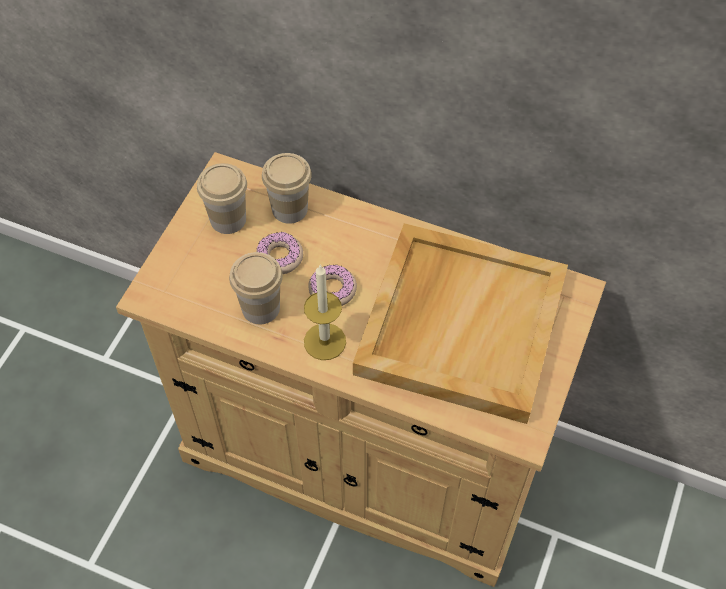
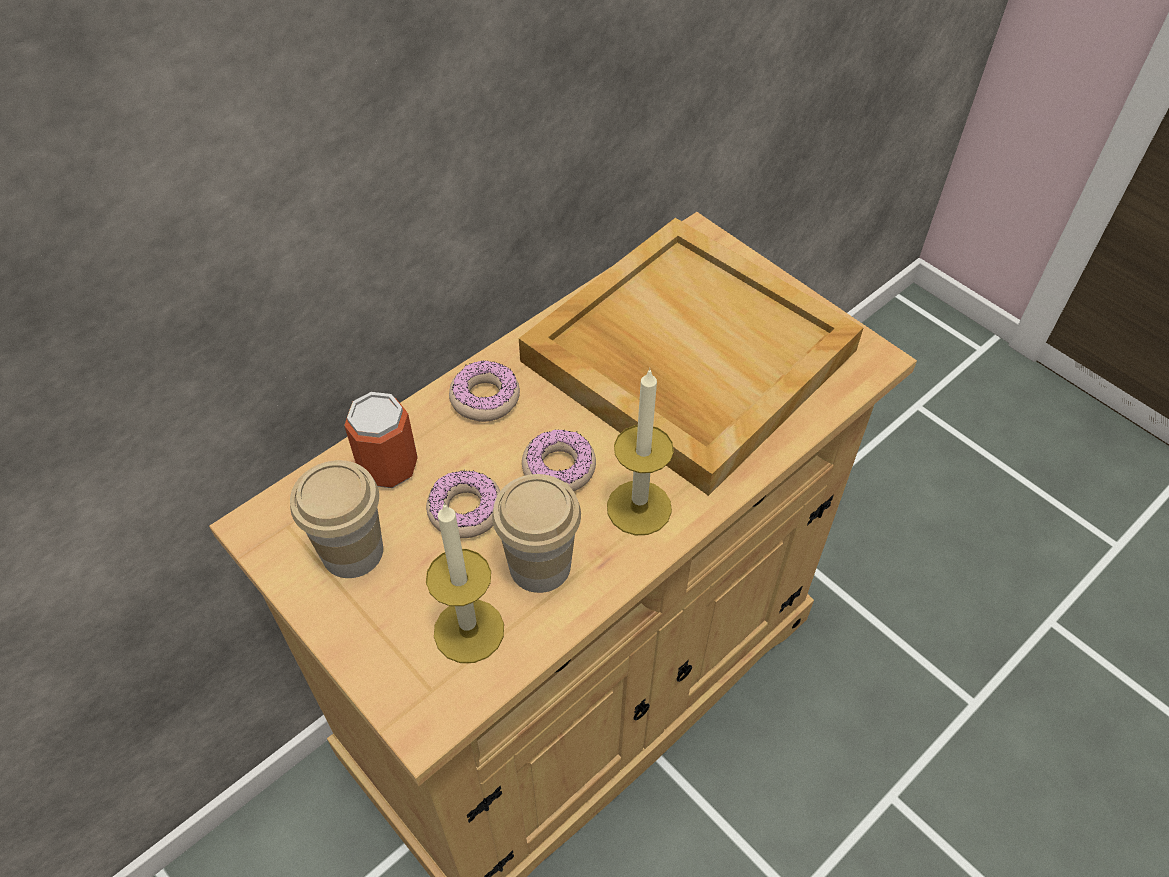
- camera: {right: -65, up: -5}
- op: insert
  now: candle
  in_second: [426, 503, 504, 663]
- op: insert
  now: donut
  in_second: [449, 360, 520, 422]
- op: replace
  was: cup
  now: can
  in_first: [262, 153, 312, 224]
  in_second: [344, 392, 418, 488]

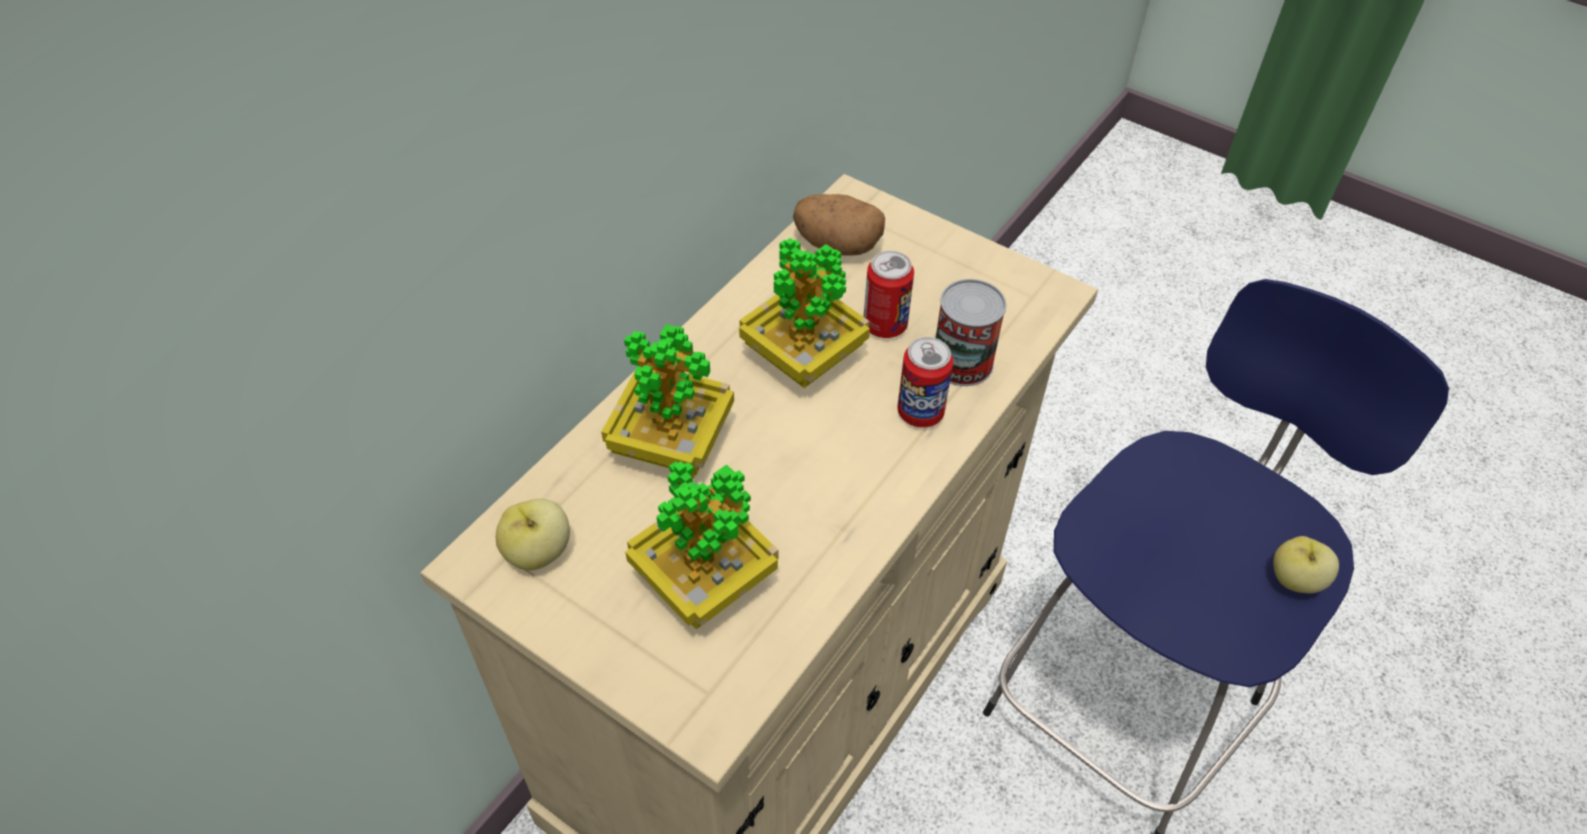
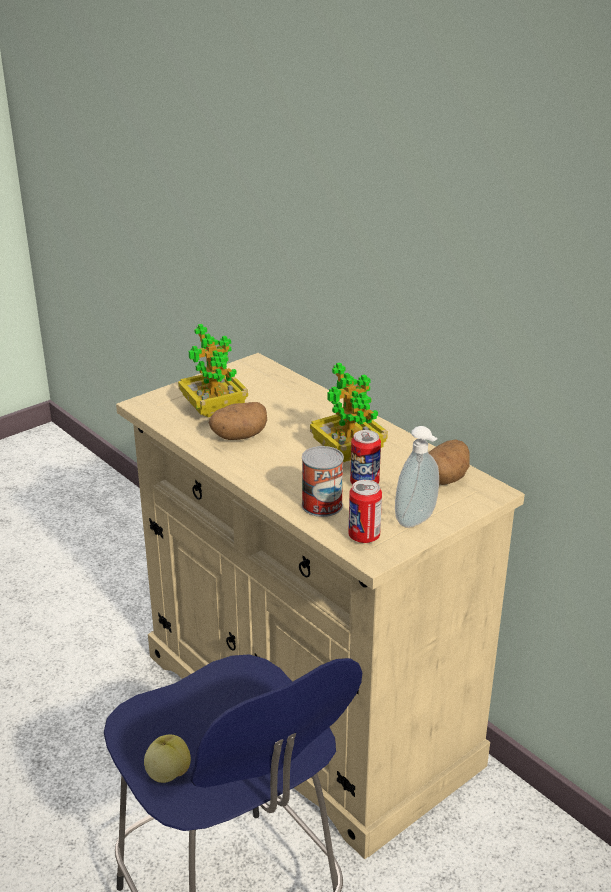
- camera: {right: 105, up: -20}
- op: delete
  was: apple
  in_first: [496, 499, 570, 570]
- op: delete
  was: potted plant
  in_first: [601, 324, 734, 475]
- op: insert
  now: potato
  in_second: [209, 402, 267, 440]
- op: insert
  now: soap dispenser
  in_second: [395, 426, 439, 528]
- op: move
  was: can
  in_first: [897, 337, 953, 428]
  in_second: [348, 480, 382, 543]

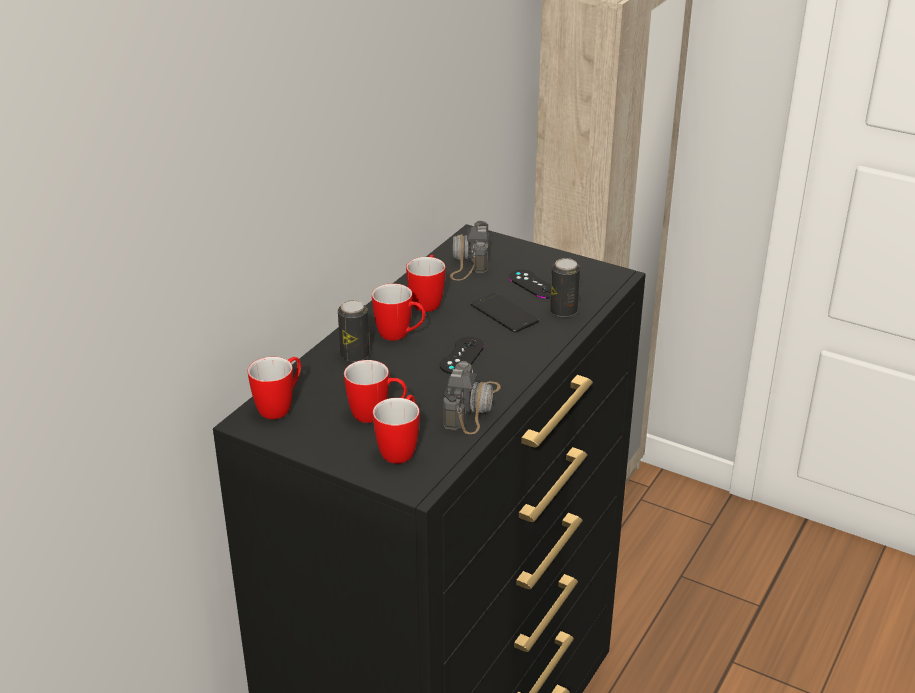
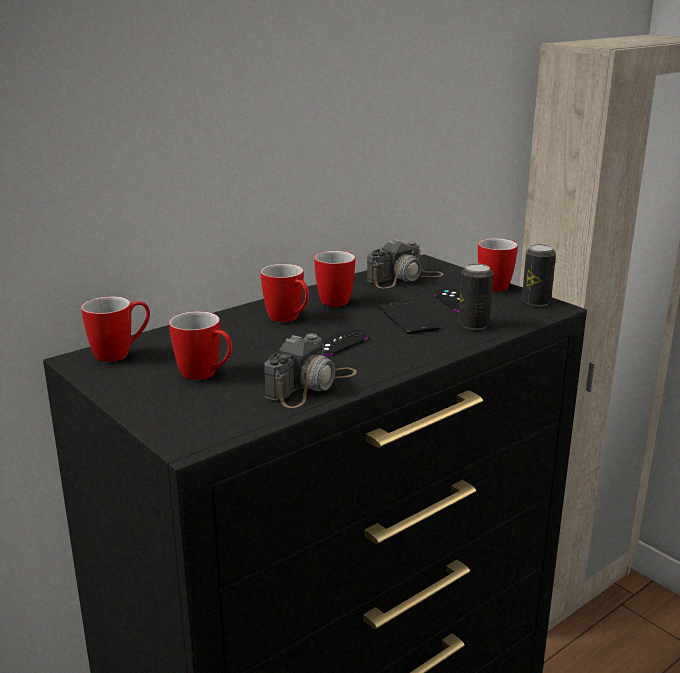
- camera: {right: 20, up: -10}
- op: move
  was: can
  in_first: [338, 300, 370, 362]
  in_second: [522, 244, 556, 306]
- op: move
  was: mug
  in_first: [373, 395, 420, 464]
  in_second: [478, 238, 518, 292]
- op: rotate
  was: photo camera
  in_first: [450, 221, 489, 281]
  in_second: [366, 239, 444, 288]
  clockwise: -150

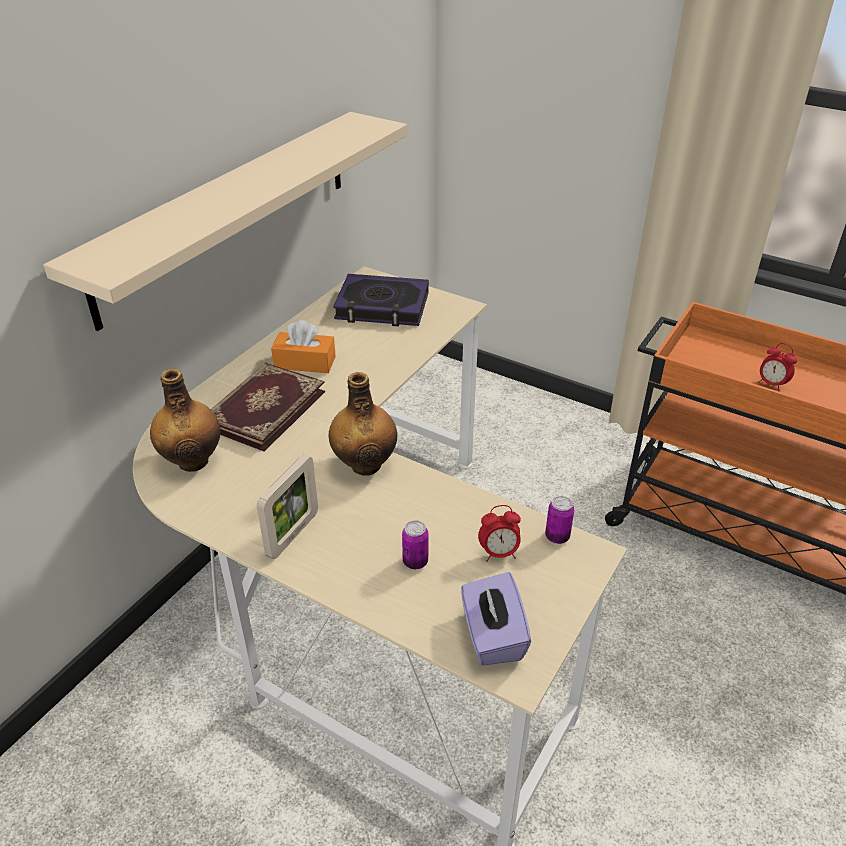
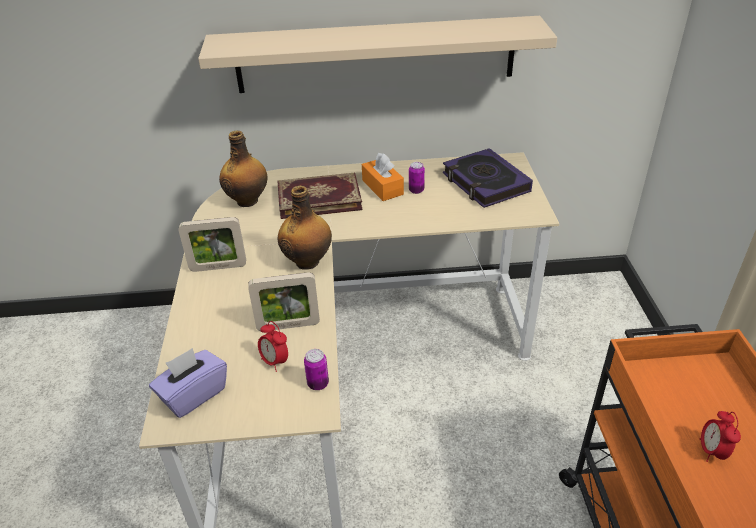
- camera: {right: 55, up: 0}
- op: insert
  now: picture frame
  in_second: [248, 273, 320, 331]
- op: move
  was: can
  in_first: [402, 520, 429, 569]
  in_second: [409, 162, 425, 194]

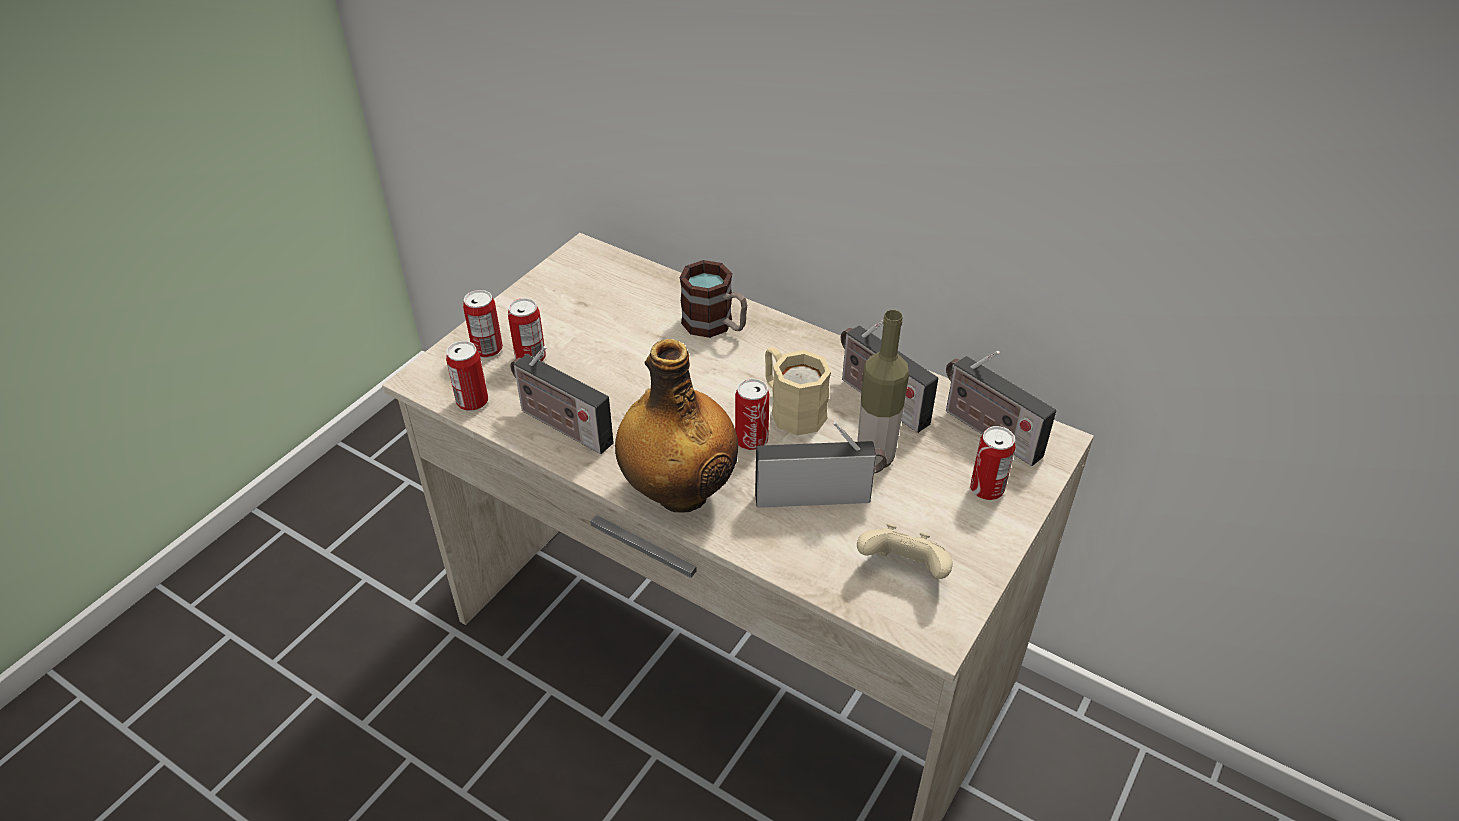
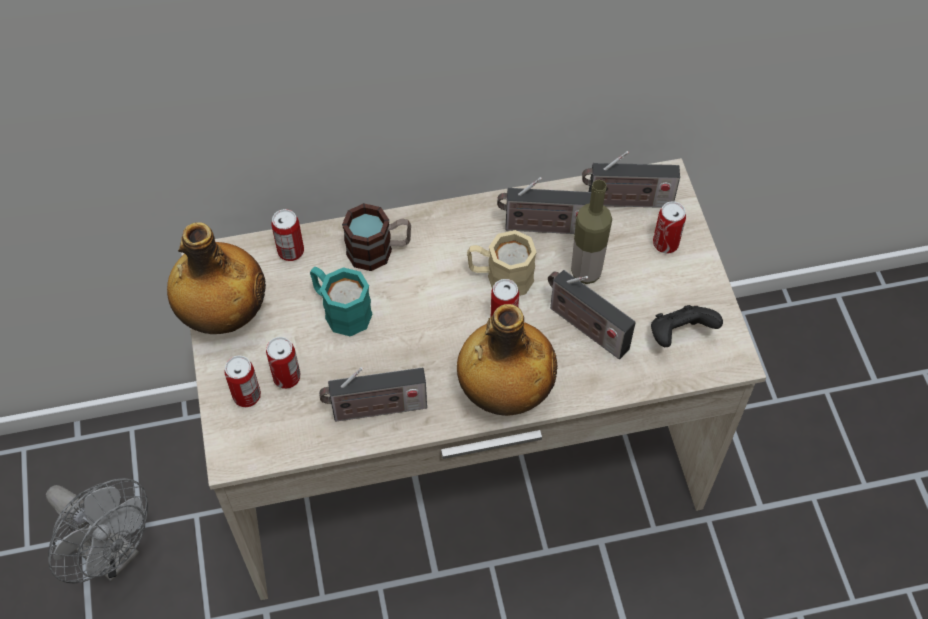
- camera: {right: -45, up: 15}
- op: insert
  now: grey fan
  in_second: [46, 478, 148, 583]
- op: insert
  now: bottle
  in_second: [167, 222, 266, 334]
- op: insert
  now: turquoise mug
  in_second: [310, 267, 372, 336]
- op: move
  was: can
  in_first: [446, 341, 488, 411]
  in_second: [272, 209, 304, 261]
- op: recolor
  was: beige game controller
  now: black game controller
  in_first: [857, 524, 953, 579]
  in_second: [651, 305, 723, 347]
- op: rotate
  was: radio
  in_first: [755, 421, 887, 508]
  in_second: [548, 270, 636, 359]
  clockwise: -90

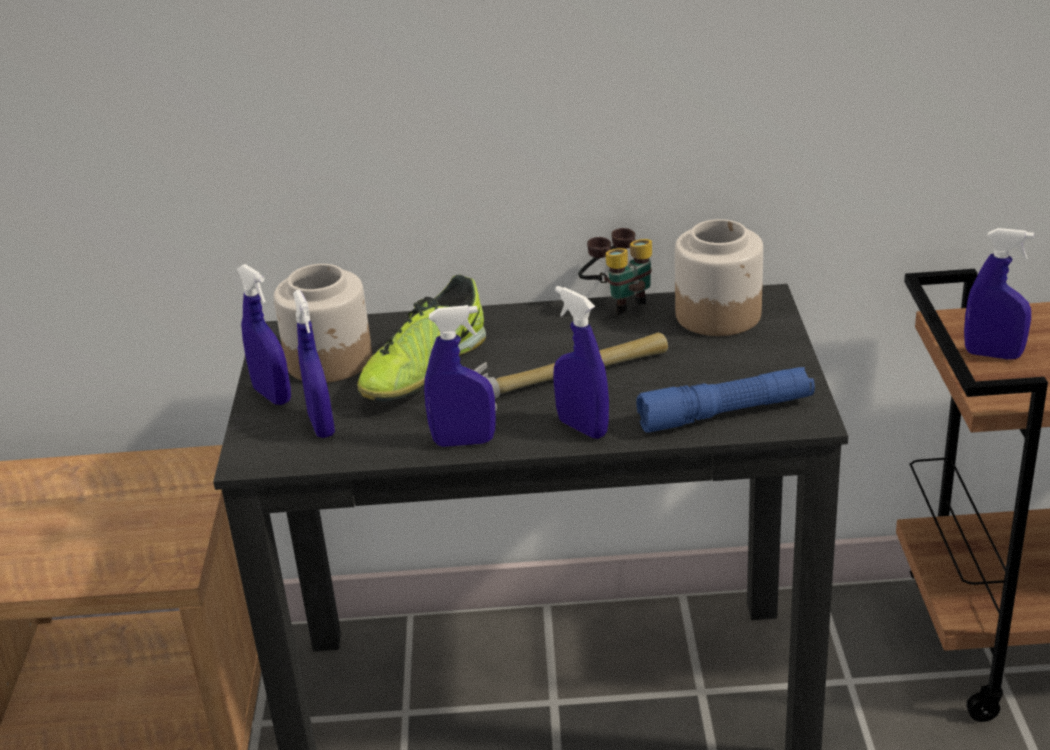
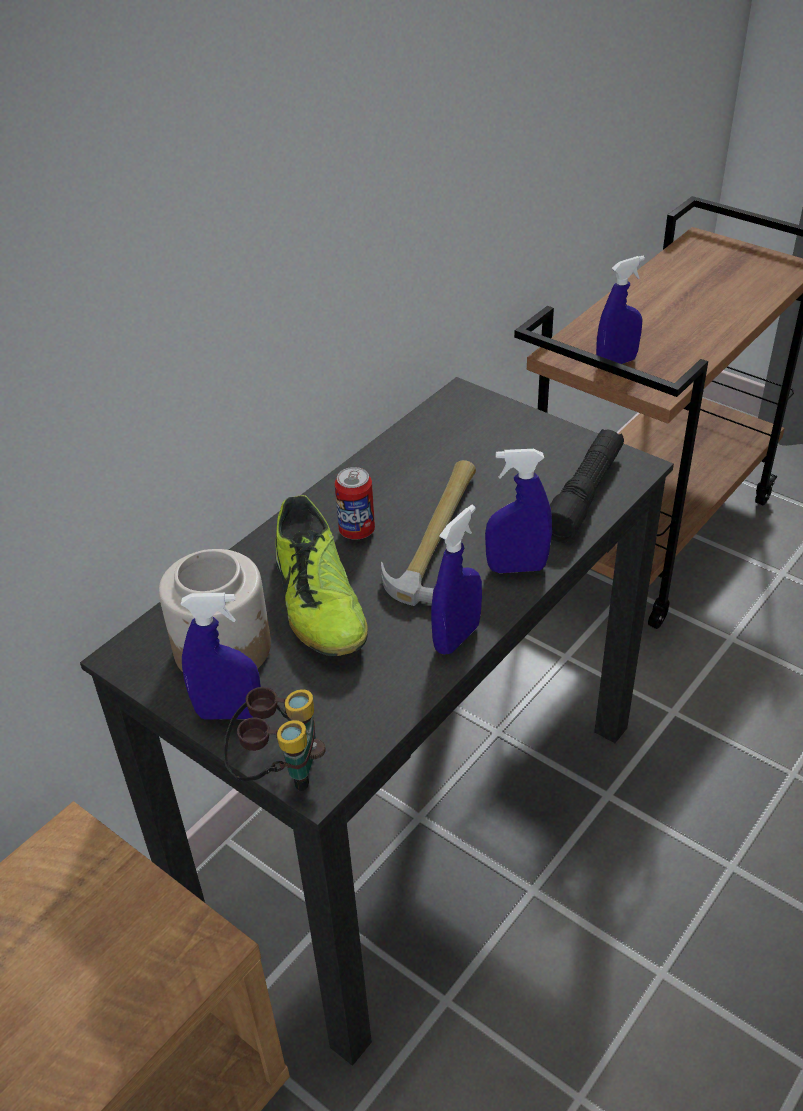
- camera: {right: -50, up: 10}
- op: delete
  was: blue spray bottle
  in_first: [293, 290, 335, 438]
- op: delete
  was: jar
  in_first: [675, 219, 763, 336]
- op: insert
  now: can
  in_second: [335, 467, 375, 540]
- op: move
  was: binoculars
  in_first: [578, 228, 652, 314]
  in_second: [223, 687, 326, 791]
- op: recolor
  was: blue flashlight
  now: black flashlight
  in_first: [637, 367, 815, 433]
  in_second: [550, 429, 624, 542]

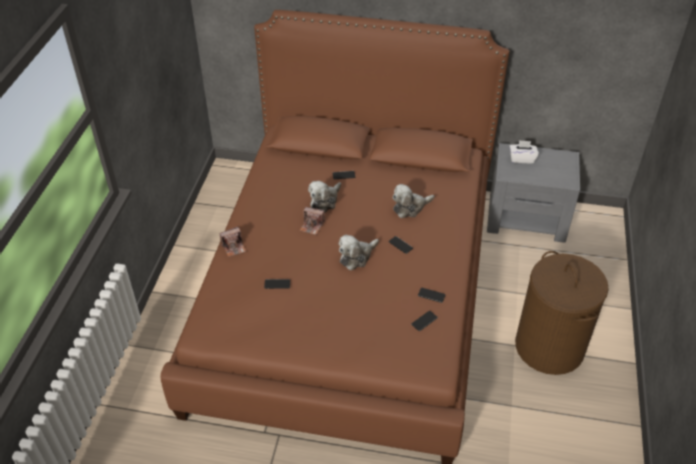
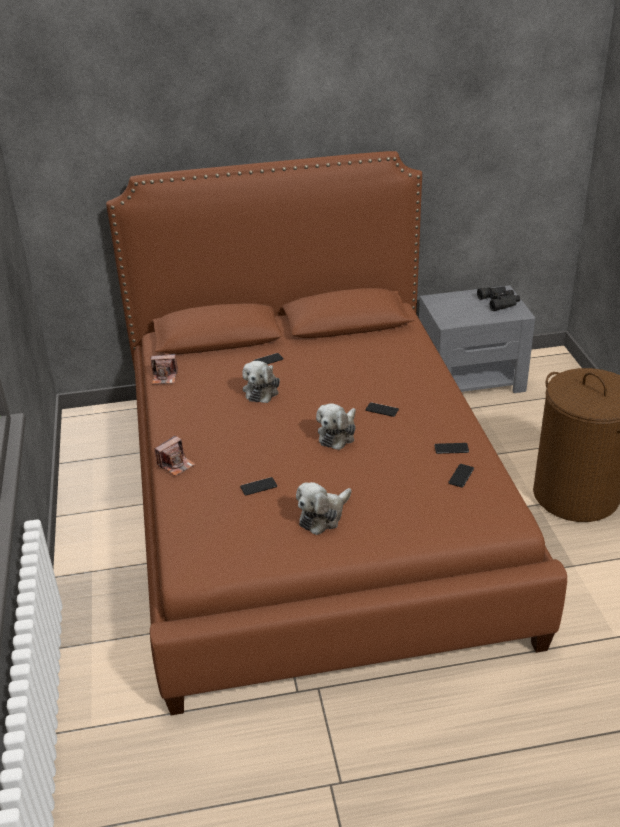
- camera: {right: -20, up: -10}
- op: delete
  was: white tissue box
  in_first: [510, 140, 539, 164]
- op: insert
  now: black binoculars
  in_second: [477, 286, 520, 311]
- op: move
  was: photo camera
  in_first: [300, 207, 325, 235]
  in_second: [150, 354, 178, 384]
- op: move
  was: plush toy
  in_first: [393, 184, 434, 218]
  in_second: [296, 482, 352, 535]

